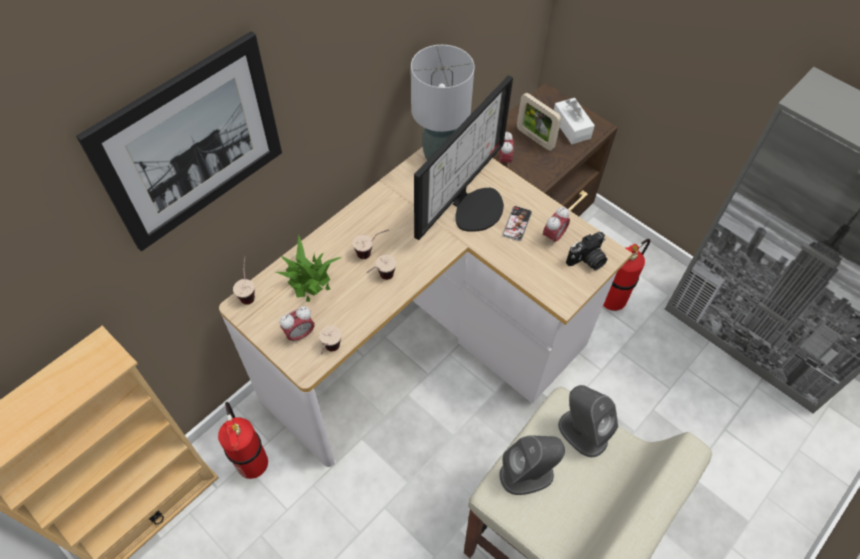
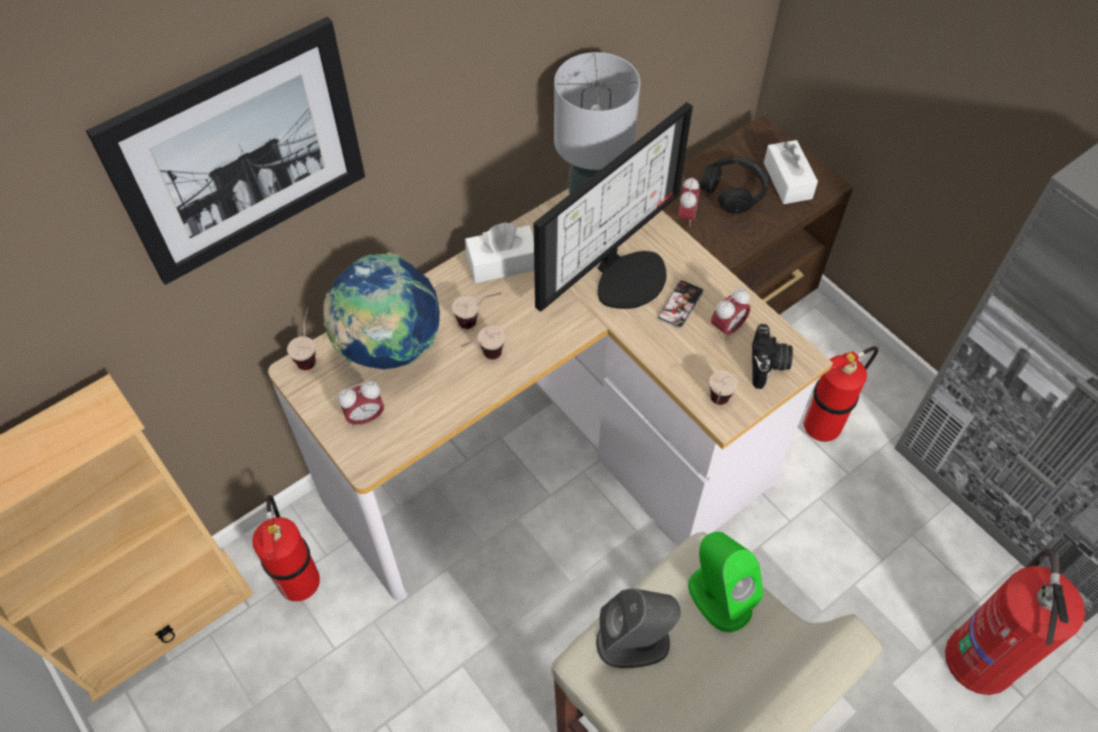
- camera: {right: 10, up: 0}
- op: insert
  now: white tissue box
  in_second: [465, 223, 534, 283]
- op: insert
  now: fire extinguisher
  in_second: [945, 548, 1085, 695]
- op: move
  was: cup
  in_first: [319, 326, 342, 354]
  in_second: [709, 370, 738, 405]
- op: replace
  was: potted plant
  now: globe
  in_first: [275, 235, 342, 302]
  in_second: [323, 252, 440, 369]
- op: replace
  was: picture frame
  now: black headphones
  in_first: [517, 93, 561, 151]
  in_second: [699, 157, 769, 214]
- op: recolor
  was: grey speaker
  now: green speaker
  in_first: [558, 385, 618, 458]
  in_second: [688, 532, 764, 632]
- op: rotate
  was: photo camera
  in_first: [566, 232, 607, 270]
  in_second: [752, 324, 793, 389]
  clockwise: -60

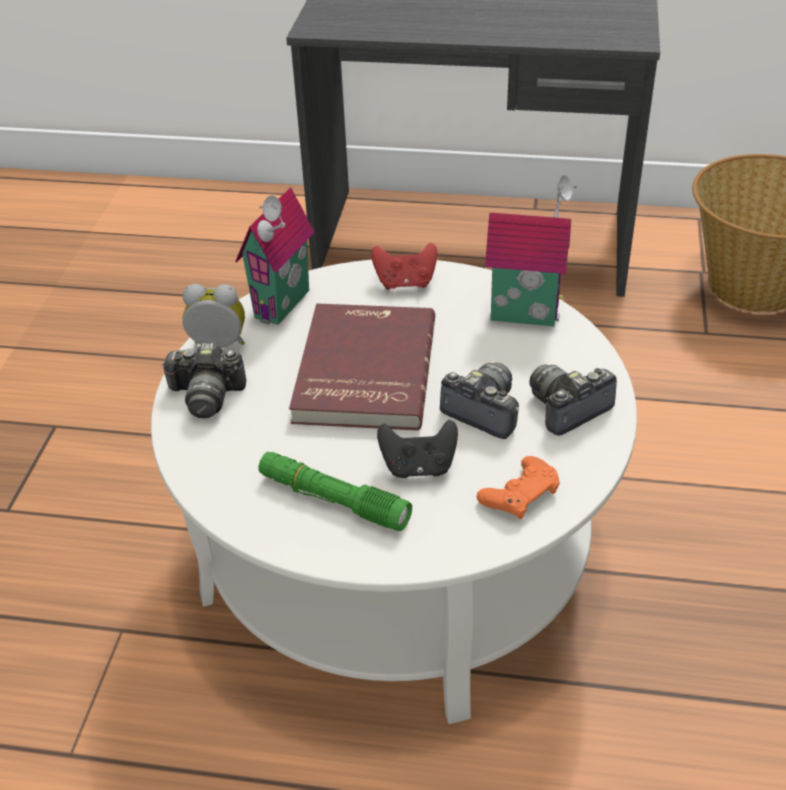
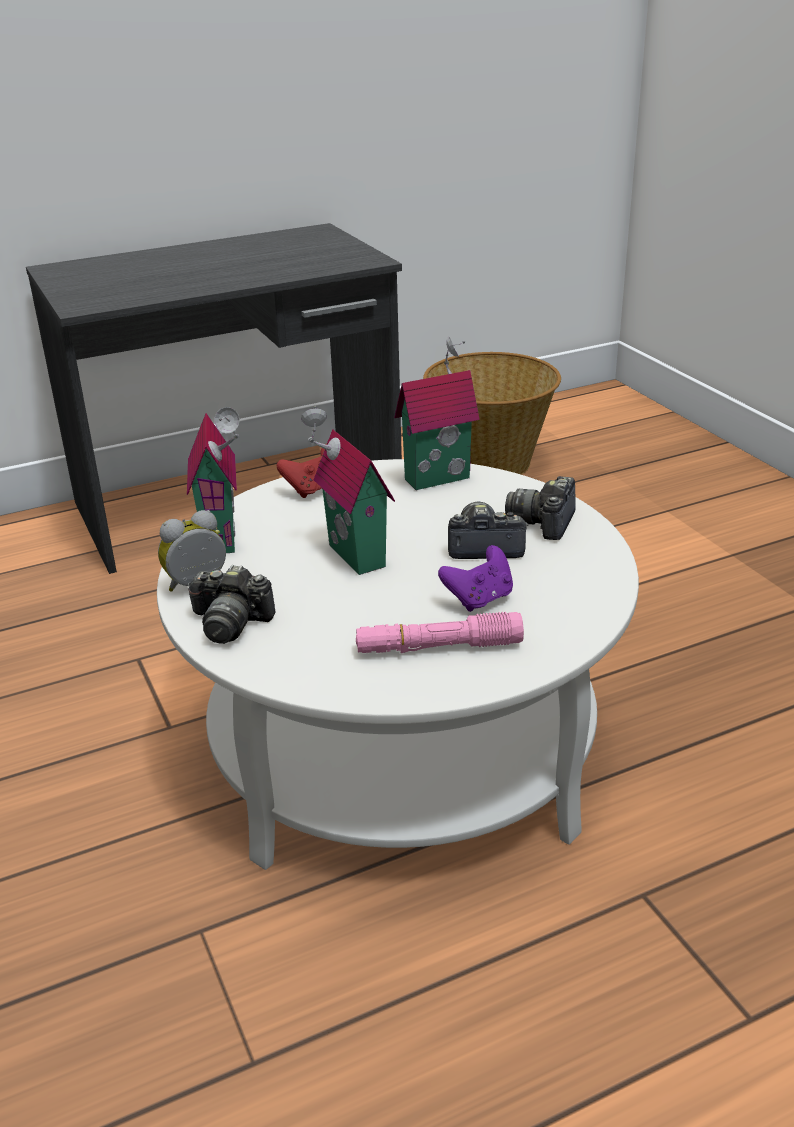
- camera: {right: -35, up: -10}
- op: delete
  was: orange game controller
  in_first: [477, 456, 560, 519]
- op: replace
  was: red book
  now: toy house
  in_first: [289, 303, 435, 431]
  in_second: [301, 406, 395, 575]
- op: recolor
  was: green flashlight
  now: pink flashlight
  in_first: [259, 452, 412, 531]
  in_second: [356, 612, 524, 653]
- op: recolor
  was: black game controller
  now: purple game controller
  in_first: [377, 420, 458, 478]
  in_second: [438, 545, 513, 612]
- op: rotate
  was: photo camera
  in_first: [161, 343, 246, 418]
  in_second: [187, 565, 276, 644]
  clockwise: 45

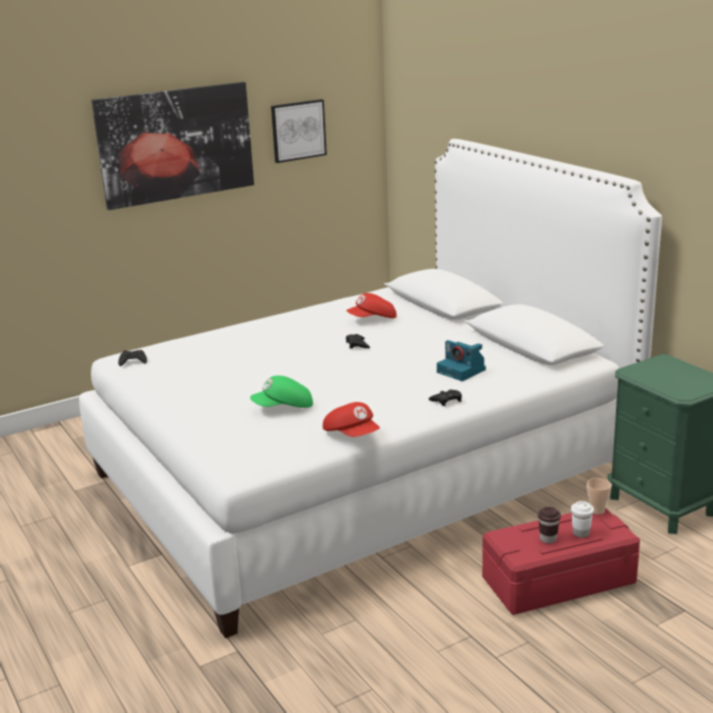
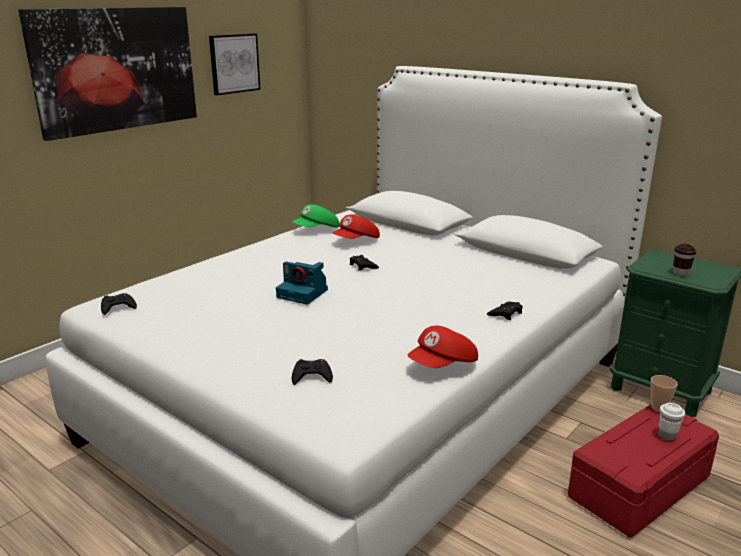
- camera: {right: -20, up: 0}
- op: insert
  now: black game controller
  in_second: [292, 359, 333, 385]
- op: move
  was: green cap
  in_first: [250, 375, 313, 408]
  in_second: [292, 204, 339, 228]
- op: move
  was: photo camera
  in_first: [437, 340, 486, 381]
  in_second: [276, 262, 328, 305]
- op: move
  was: brown cup
  in_first: [538, 507, 561, 543]
  in_second: [673, 244, 697, 276]
- op: rotate
  was: red cap
  in_first: [323, 402, 380, 437]
  in_second: [408, 326, 478, 368]
  clockwise: 105

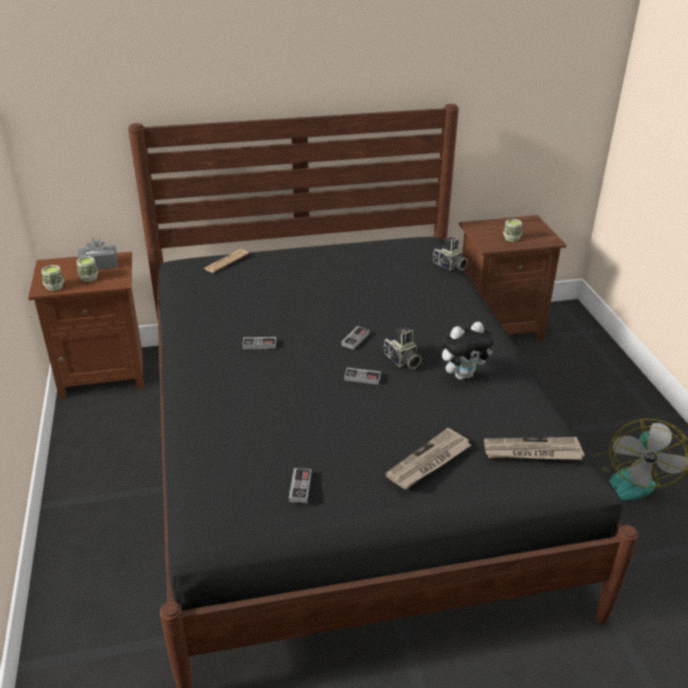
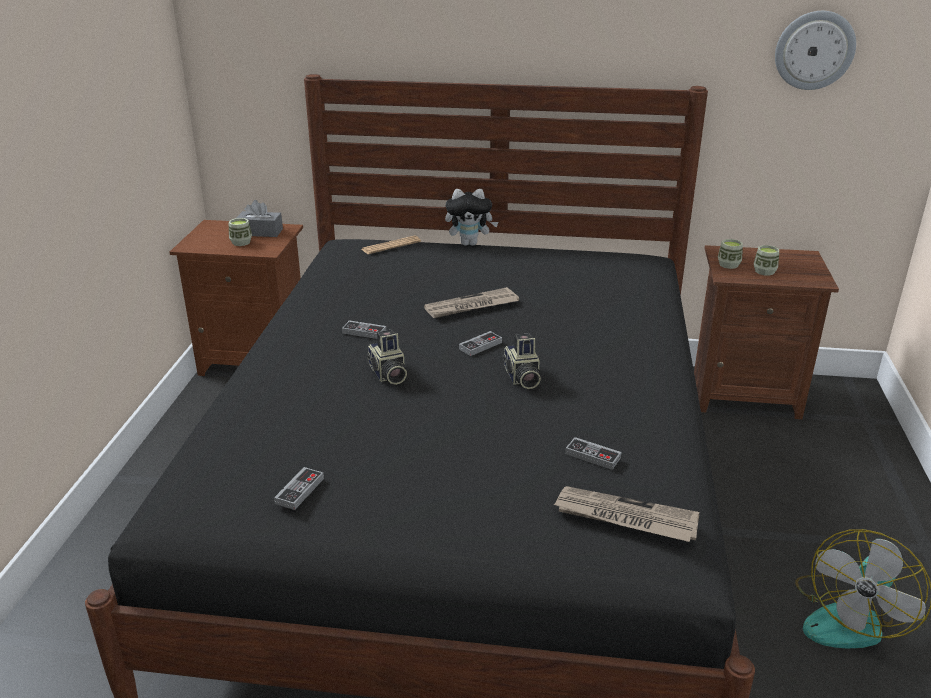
- camera: {right: 20, up: -5}
- op: insert
  now: wall clock
  in_second: [775, 11, 856, 90]
- op: move
  was: cup
  in_first: [42, 265, 64, 291]
  in_second: [718, 239, 743, 269]
- op: move
  was: game controller
  in_first: [344, 368, 381, 385]
  in_second: [565, 437, 621, 470]
- op: move
  was: newspaper
  in_first: [385, 428, 471, 489]
  in_second: [424, 287, 519, 318]
- op: move
  was: photo camera
  in_first: [432, 237, 468, 270]
  in_second: [366, 330, 407, 385]
- op: move
  was: plush toy
  in_first: [442, 322, 494, 380]
  in_second: [445, 189, 498, 246]

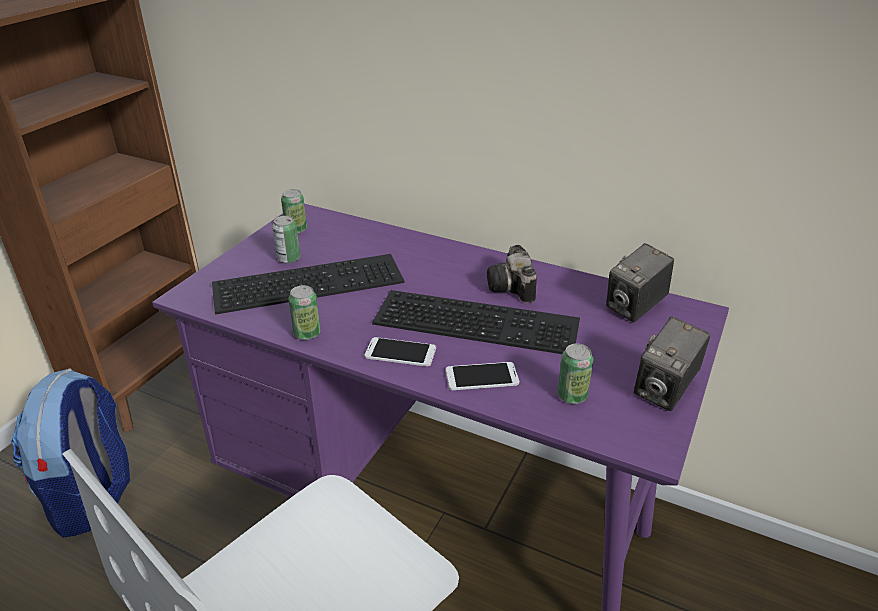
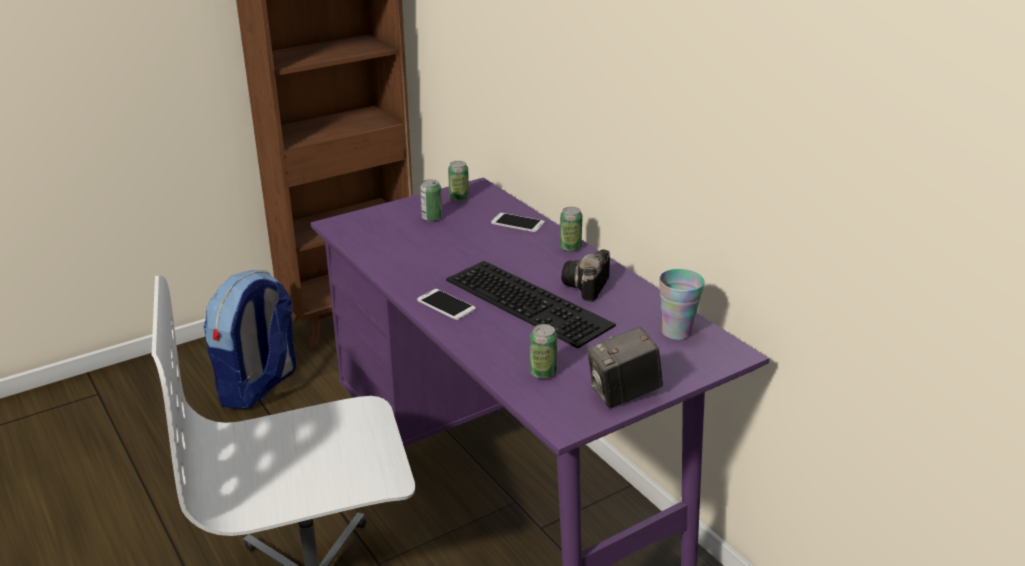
- camera: {right: 30, up: -5}
- op: delete
  was: keyboard
  in_first: [212, 254, 405, 315]
- op: move
  was: can
  in_first: [288, 285, 321, 340]
  in_second: [560, 207, 583, 252]
- op: move
  was: phone
  in_first: [445, 362, 519, 390]
  in_second: [491, 213, 545, 232]
- op: replace
  was: photo camera
  now: cup
  in_first: [606, 243, 674, 322]
  in_second: [659, 269, 705, 340]

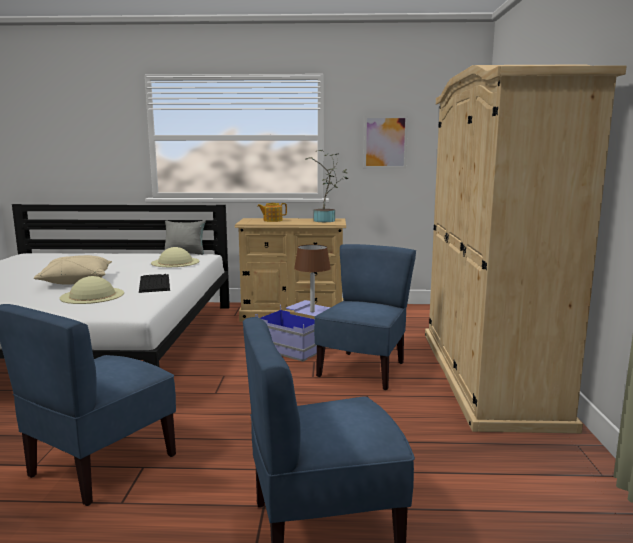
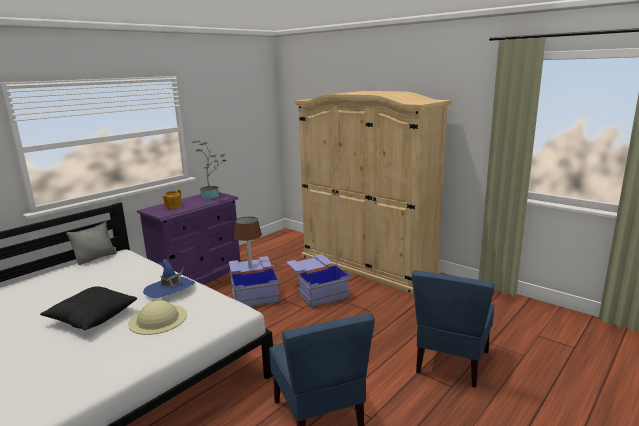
- camera: {right: -50, up: 5}
- op: delete
  was: beige hat
  in_first: [151, 247, 199, 267]
- op: delete
  was: picture
  in_first: [364, 116, 408, 168]
- op: replace
  was: keyboard
  now: blue hat
  in_first: [139, 274, 170, 293]
  in_second: [143, 259, 195, 298]
- op: replace
  was: blue chair
  now: blue storage box
  in_first: [314, 244, 416, 390]
  in_second: [287, 254, 351, 308]
- op: recolor
  was: beige pillow
  now: black pillow
  in_first: [34, 255, 112, 285]
  in_second: [40, 286, 137, 330]
- op: recolor
  was: beige dresser
  now: purple dresser
  in_first: [235, 218, 346, 322]
  in_second: [137, 192, 242, 285]

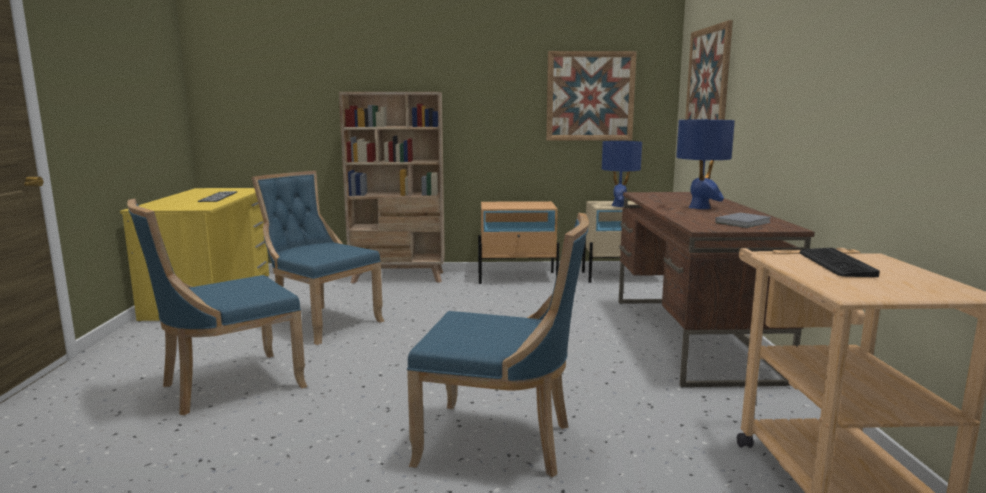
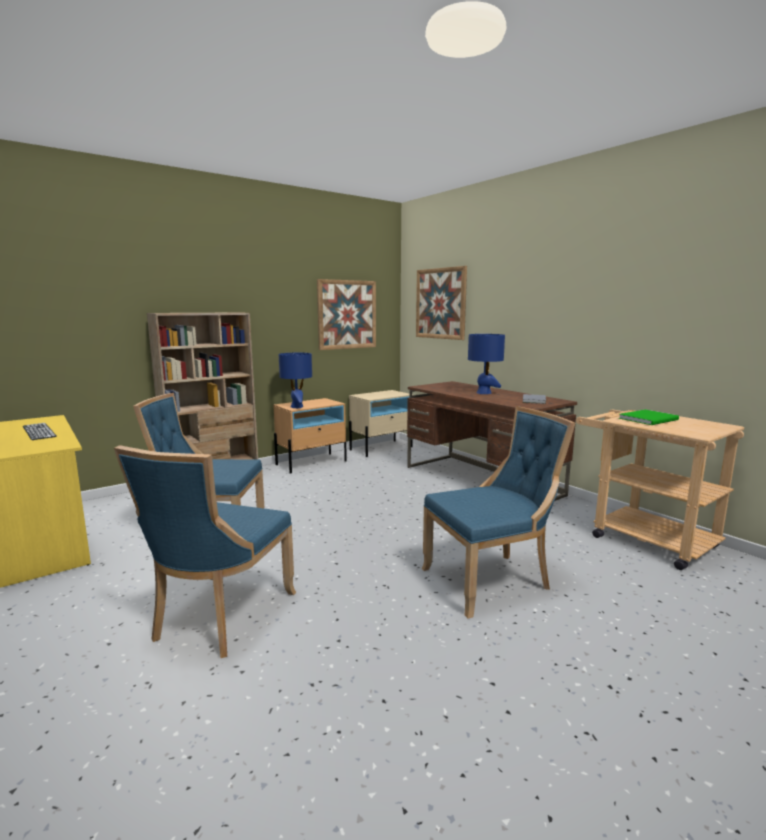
- camera: {right: -35, up: 0}
- op: move
  was: blue table lamp
  in_first: [602, 141, 642, 207]
  in_second: [279, 353, 312, 408]
- op: replace
  was: keyboard
  now: green book
  in_first: [800, 248, 880, 277]
  in_second: [619, 409, 679, 425]

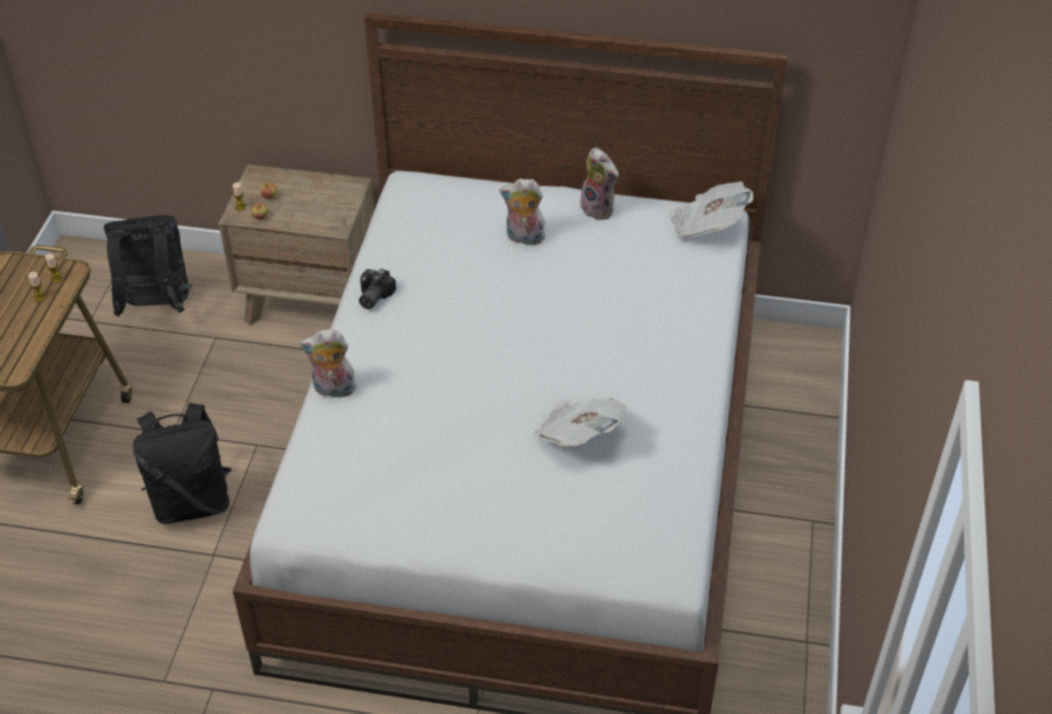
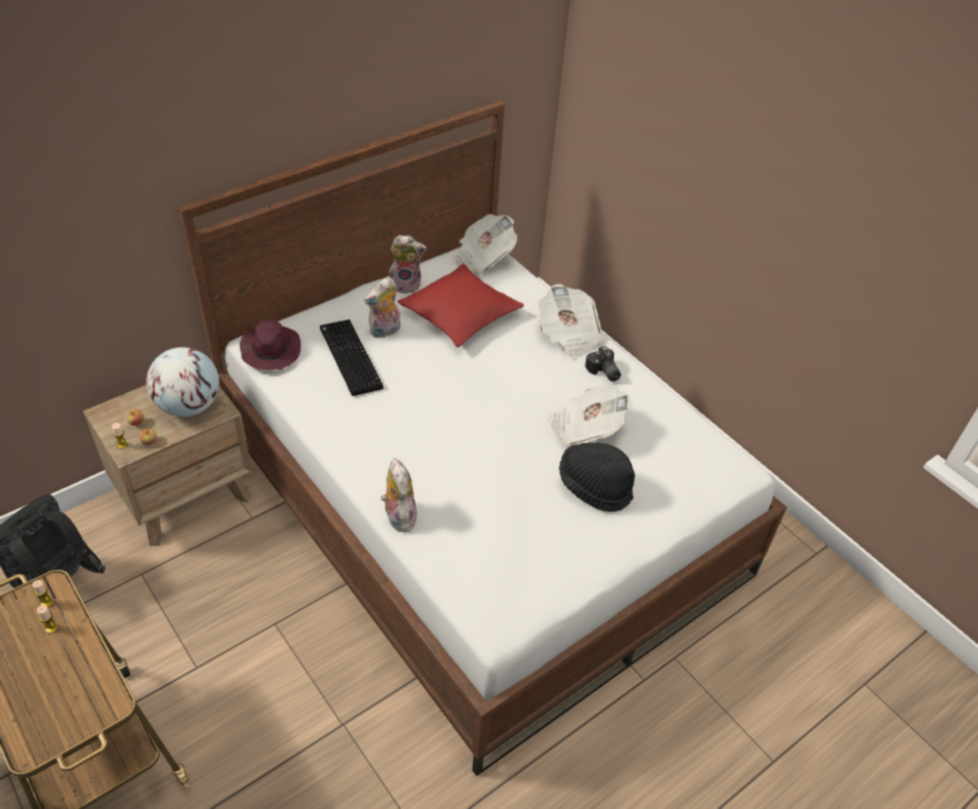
- camera: {right: -50, up: 0}
- op: delete
  was: black backpack
  in_first: [133, 403, 232, 525]
- op: insert
  now: globe
  in_second: [147, 347, 219, 417]
- op: insert
  now: purple hat
  in_second: [240, 320, 301, 370]
- op: insert
  now: keyboard
  in_second: [320, 319, 383, 396]
- op: insert
  now: red pillow
  in_second: [398, 264, 524, 347]
- op: insert
  now: newspaper
  in_second: [538, 284, 602, 359]
- op: insert
  now: black hat
  in_second: [559, 442, 635, 512]
- op: move
  was: photo camera
  in_first: [359, 269, 396, 309]
  in_second: [585, 346, 621, 382]
- op: rotate
  was: plush toy
  in_first: [299, 329, 358, 398]
  in_second: [381, 458, 417, 533]
  clockwise: 120

